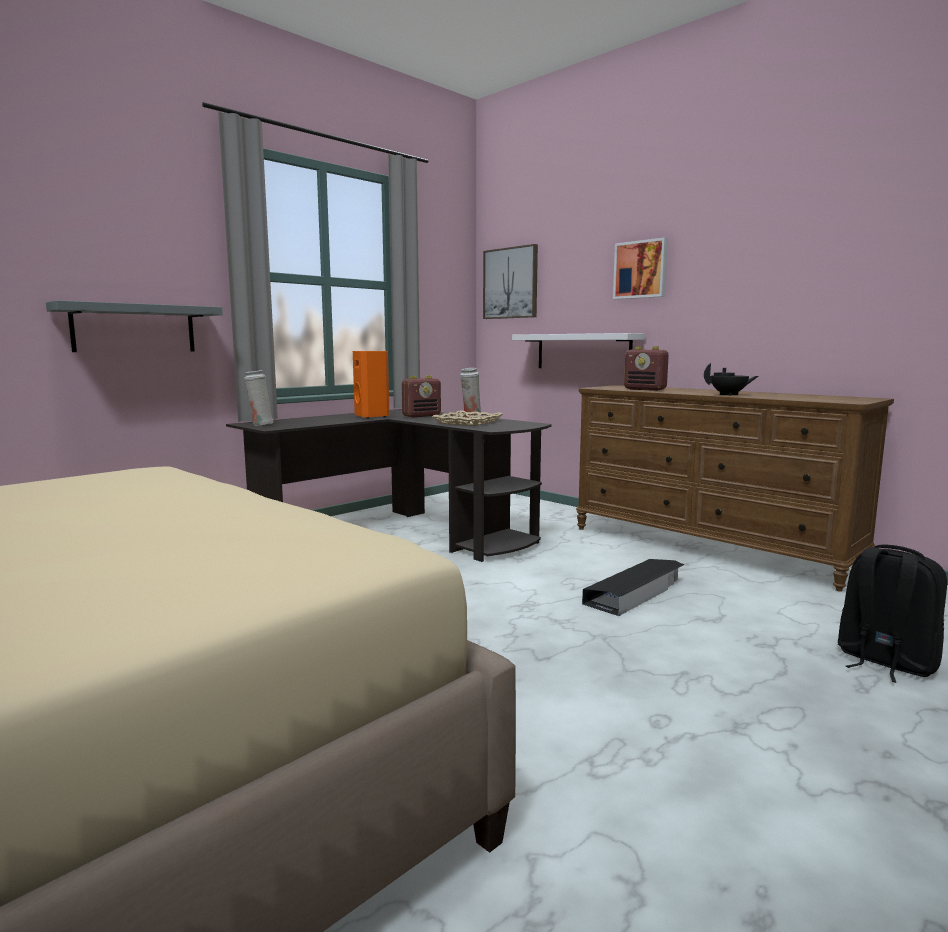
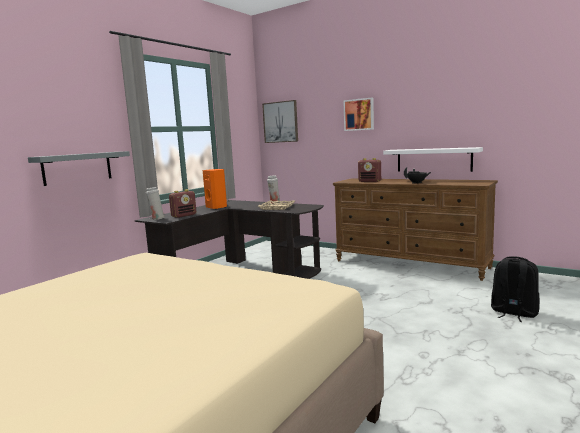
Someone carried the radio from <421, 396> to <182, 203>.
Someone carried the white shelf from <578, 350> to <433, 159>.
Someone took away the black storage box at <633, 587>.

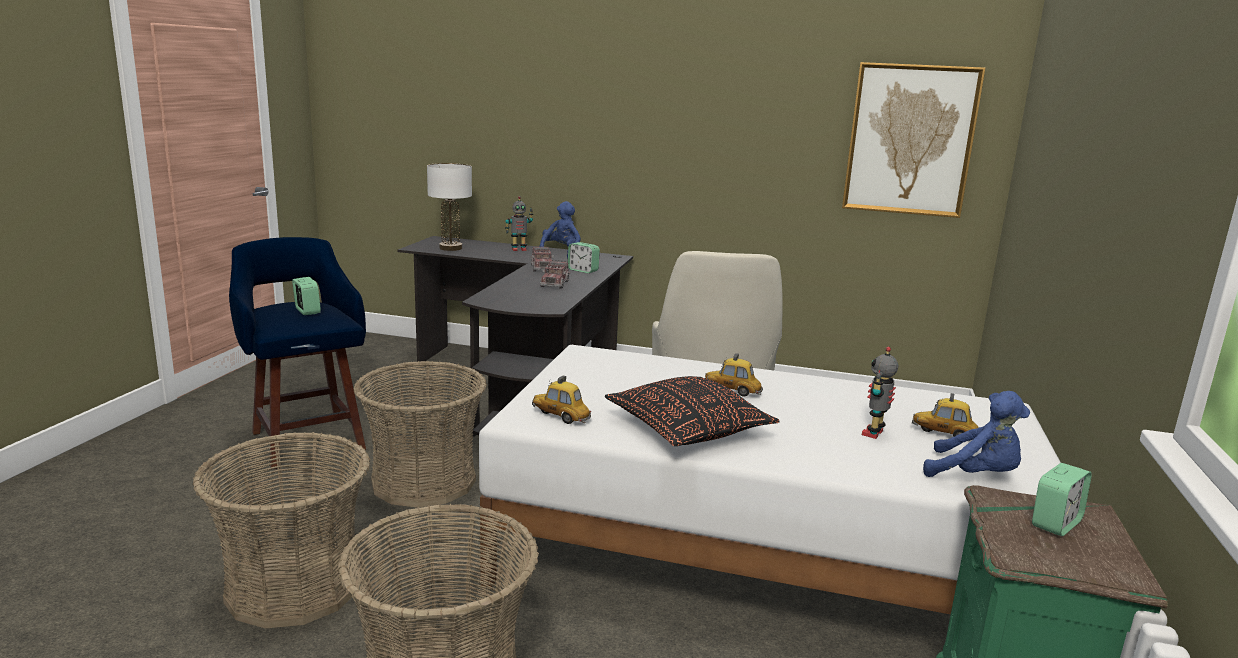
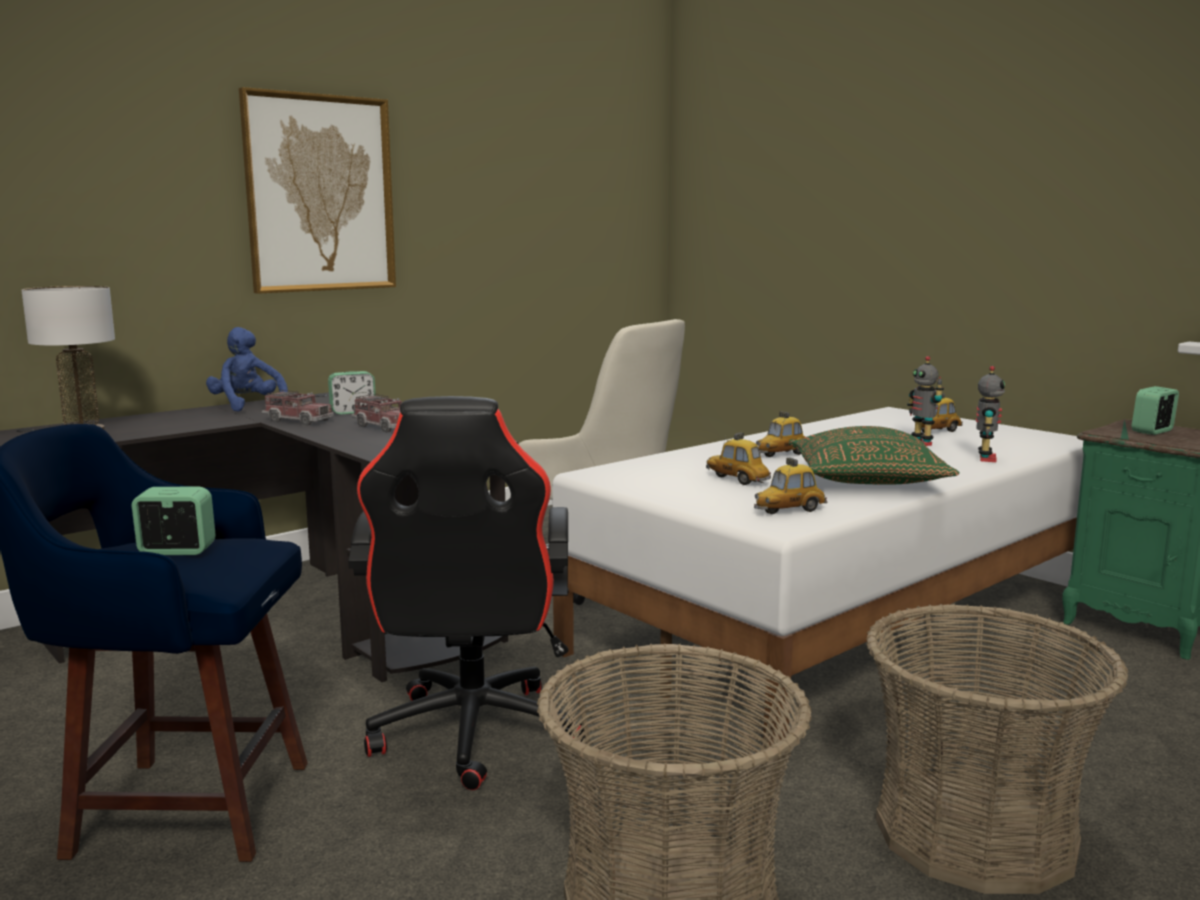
Someone swapped the basket at <420, 434> for the black office chair at <466, 593>.
Someone carried the toy robot from <519, 223> to <990, 414>.
Someone repainted the black pillow at <692, 411>, which became the green pillow at <874, 455>.
Someone carried the picture from <913, 140> to <317, 190>.
Someone took away the blue plush toy at <976, 434>.
Someone rotated the alarm clock at <1062, 499> by 120 degrees counterclockwise.
Someone put down the toy car at <738, 458>.

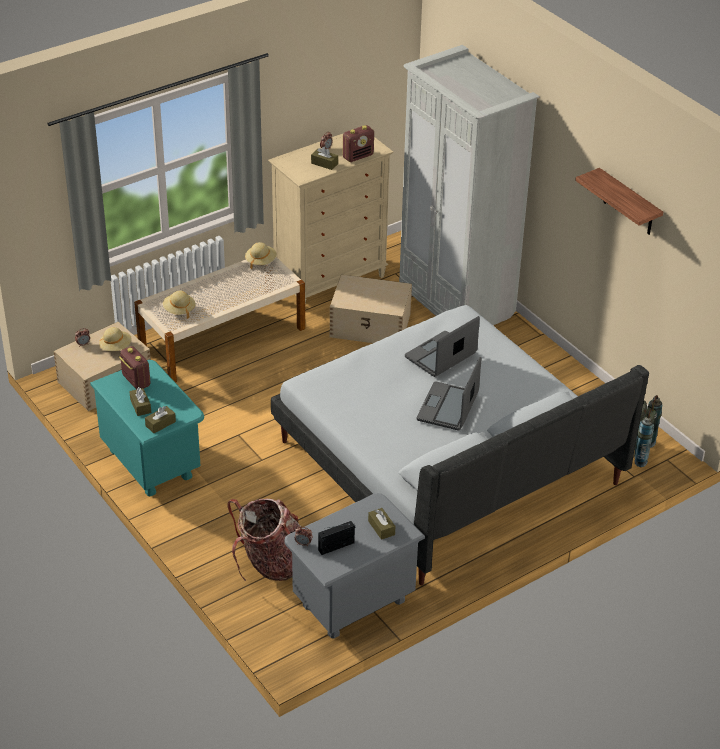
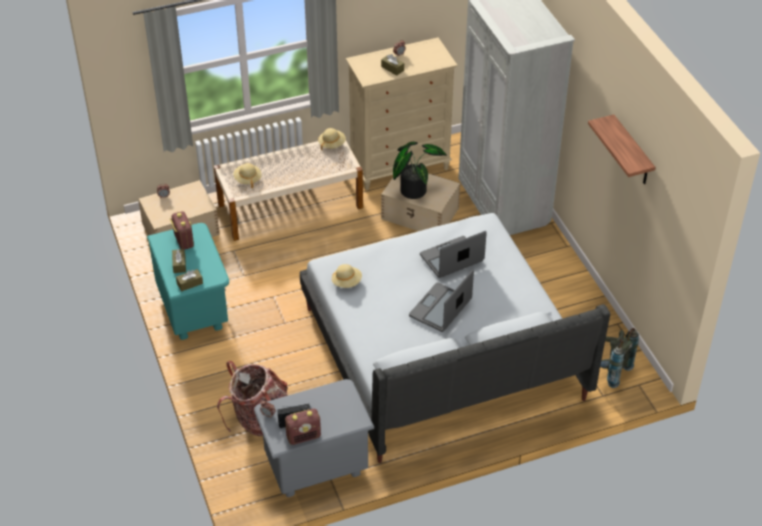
Someone carried the beige hat from <115, 339> to <347, 276>.
Someone carried the radio from <358, 143> to <303, 427>.
Someone took away the brown tissue box at <381, 524>.
Someone put down the potted plant at <420, 170>.

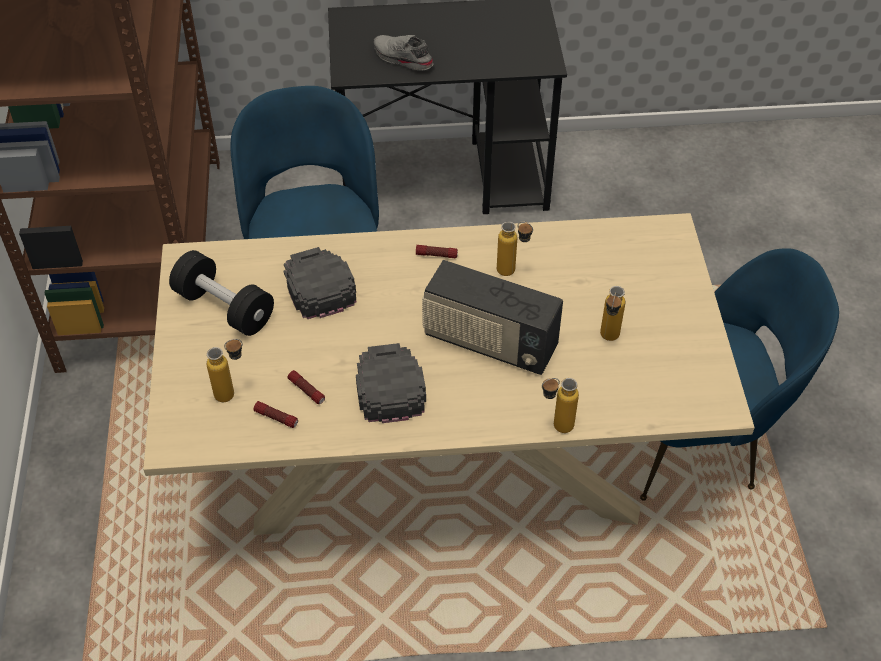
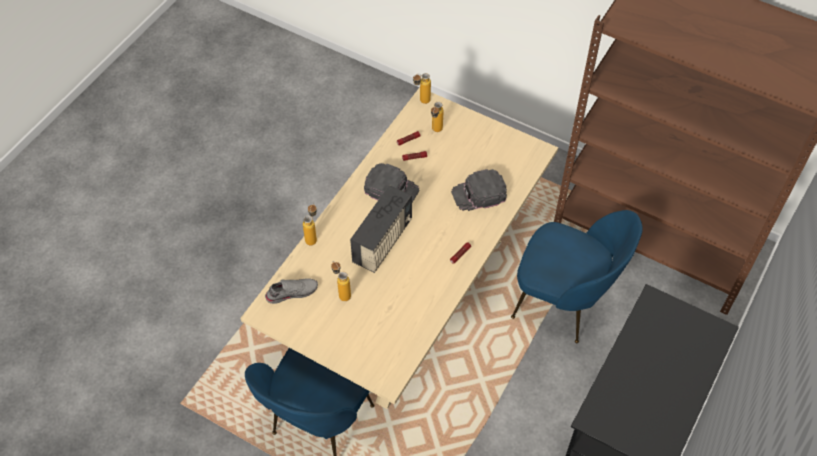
Someone took away the black dumbbell at <221, 293>.
Someone rotated the black cap at <319, 283> by 150 degrees clockwise.
Someone carried the grey shoe from <404, 53> to <291, 291>.
Someone rotated the radio at <492, 317> by 150 degrees clockwise.
Someone carried the bottle from <515, 248> to <422, 88>.

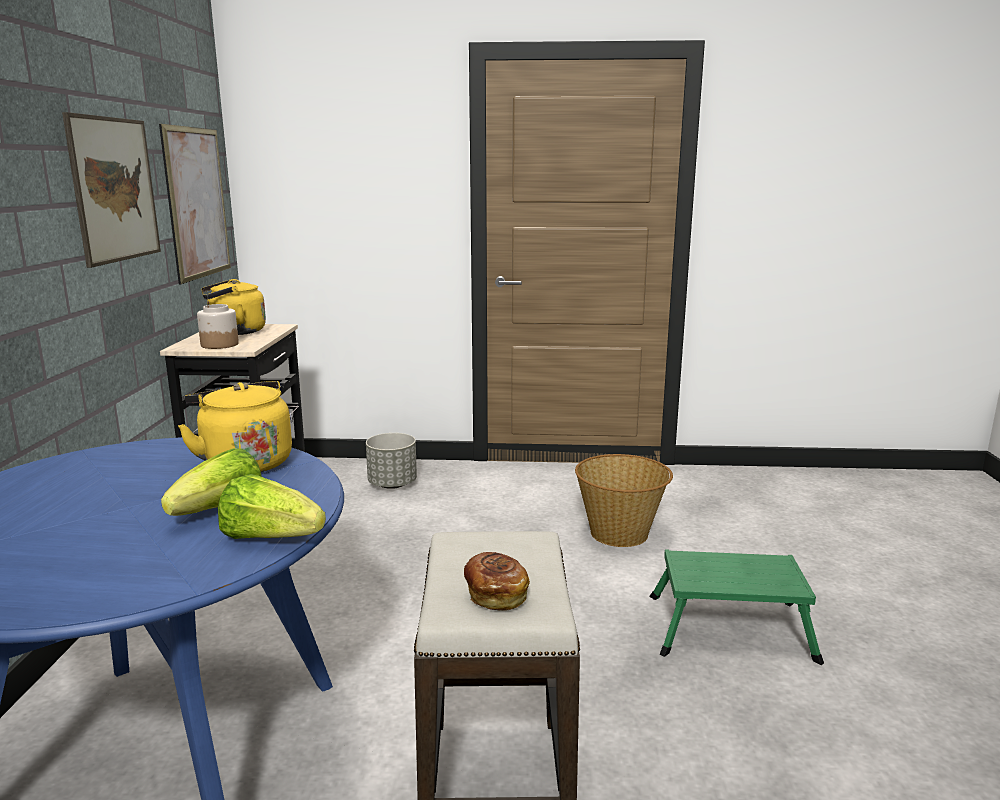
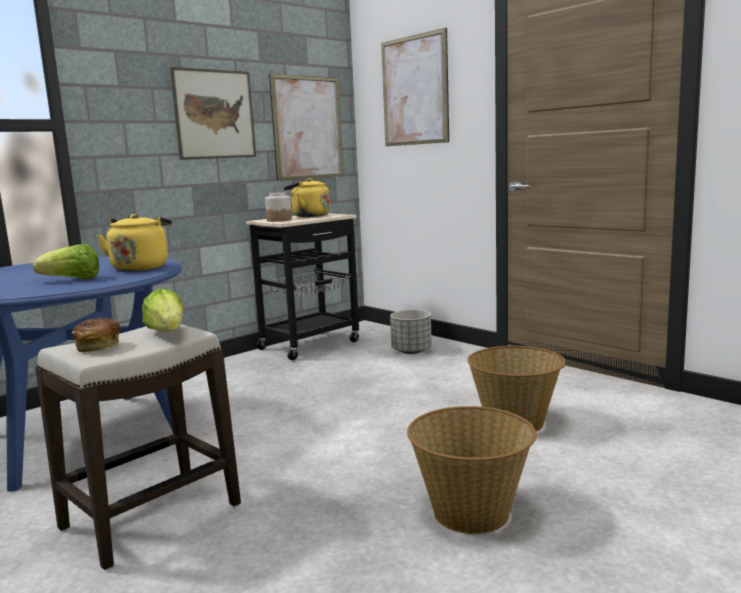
Someone carried the lettuce from <272, 506> to <163, 310>.
Someone swapped the green step ladder at <736, 607> for the basket at <472, 470>.
Someone put up the picture at <415, 87>.

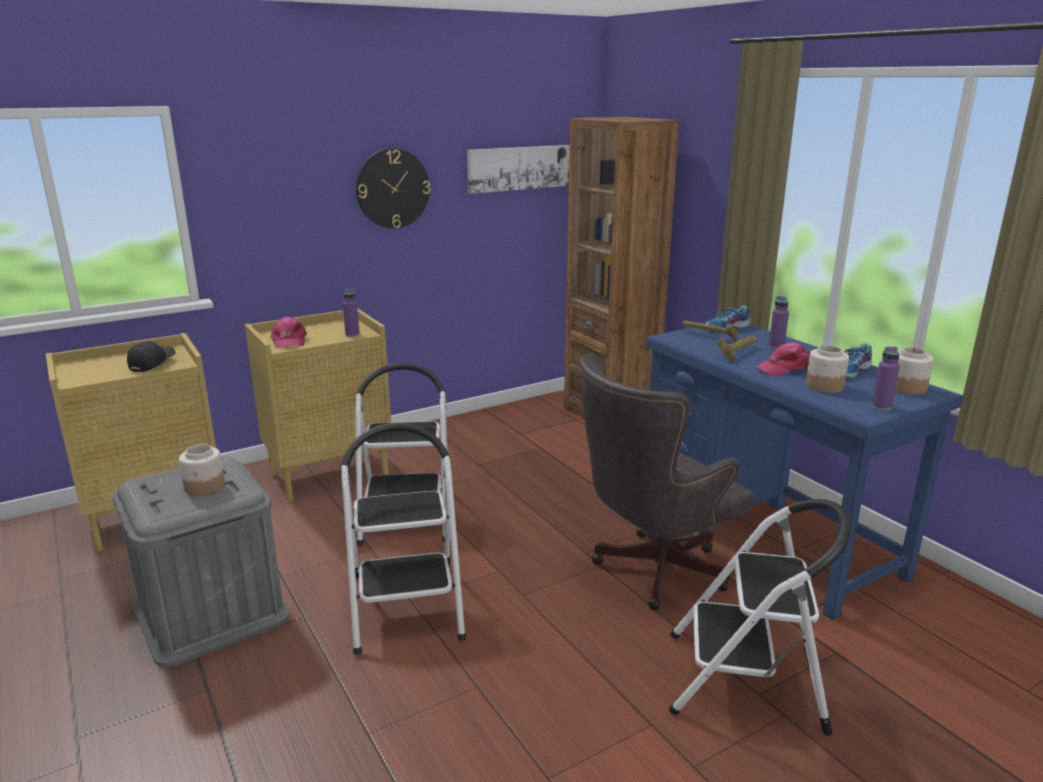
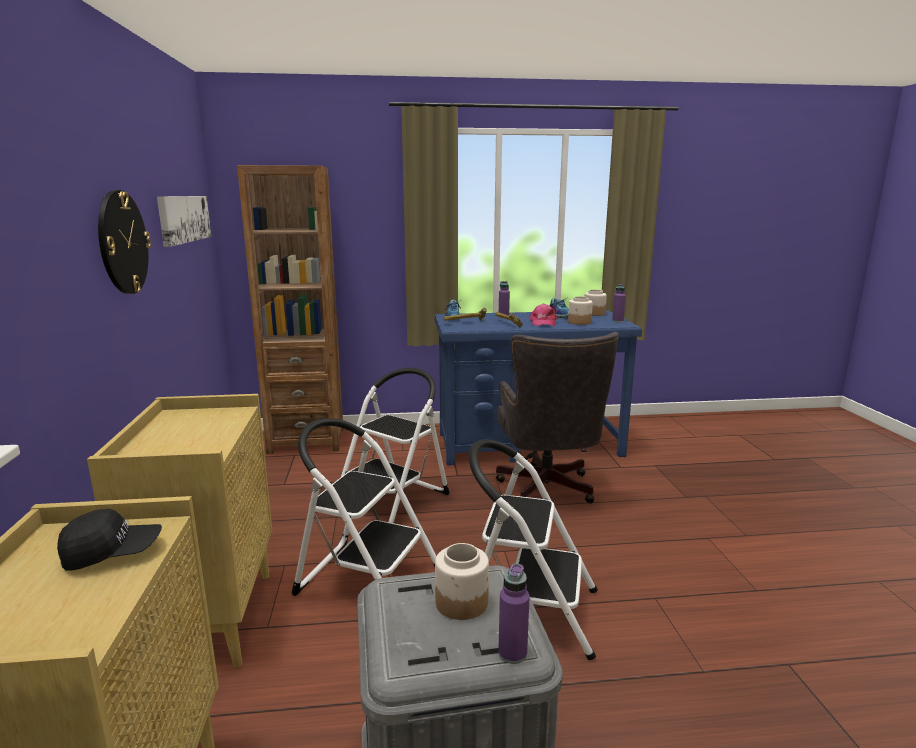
Someone rotated the black cap at <151, 356> by 120 degrees clockwise.
Someone took away the pink cap at <289, 332>.
Someone carried the purple bottle from <351, 313> to <514, 613>.
Someone carried the step ladder from <760, 617> to <395, 445>.

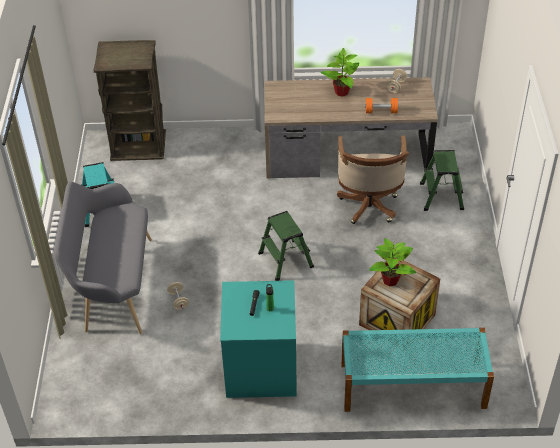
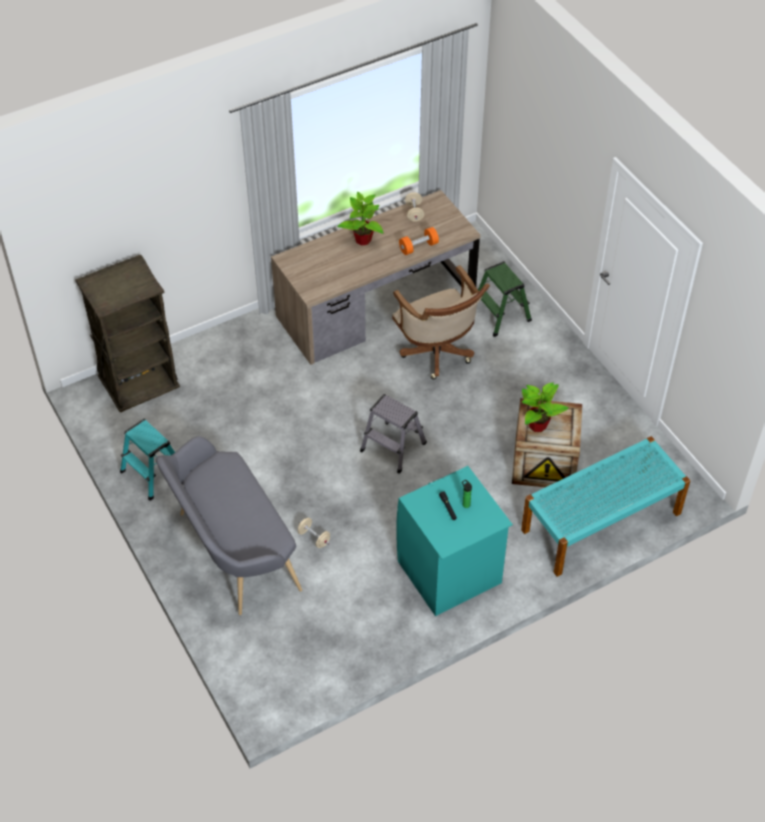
Someone repainted the green step ladder at <286, 246>, which became the grey step ladder at <393, 434>.

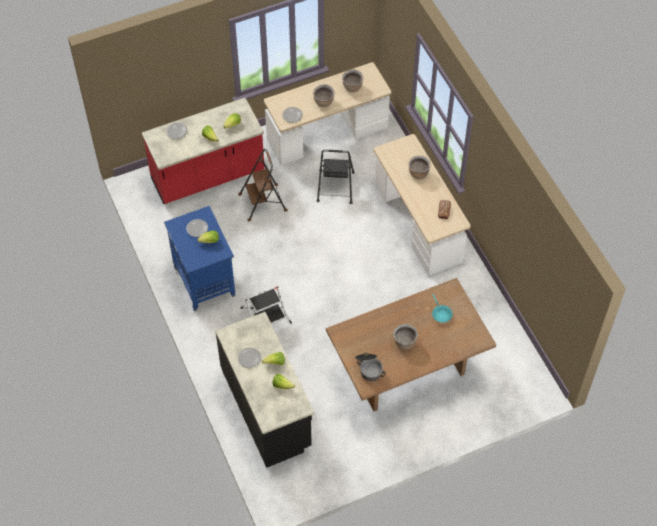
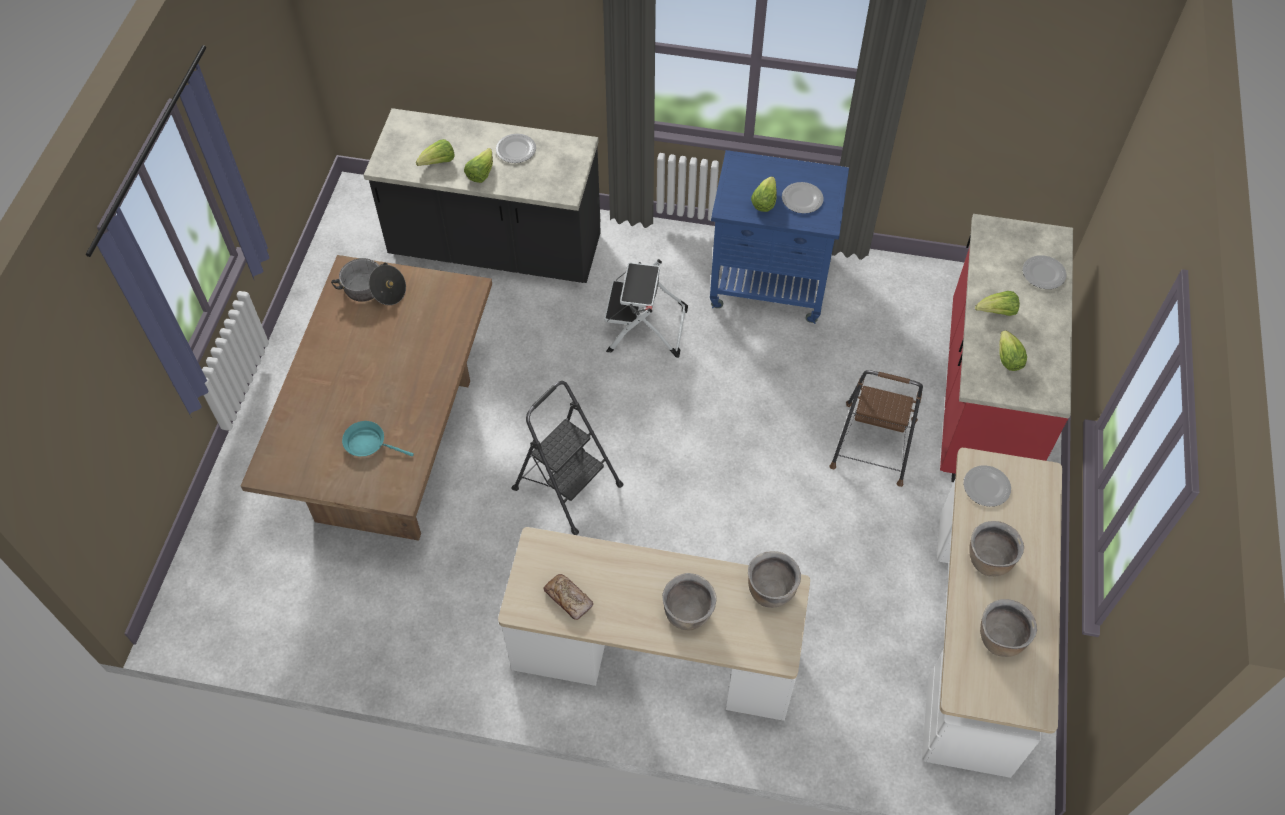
Someone carried the black step ladder from <335, 177> to <567, 458>.
Someone carried the brown cooking pot from <405, 337> to <774, 579>.

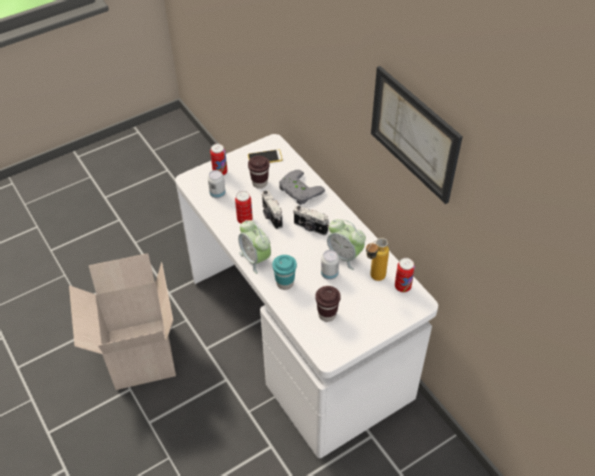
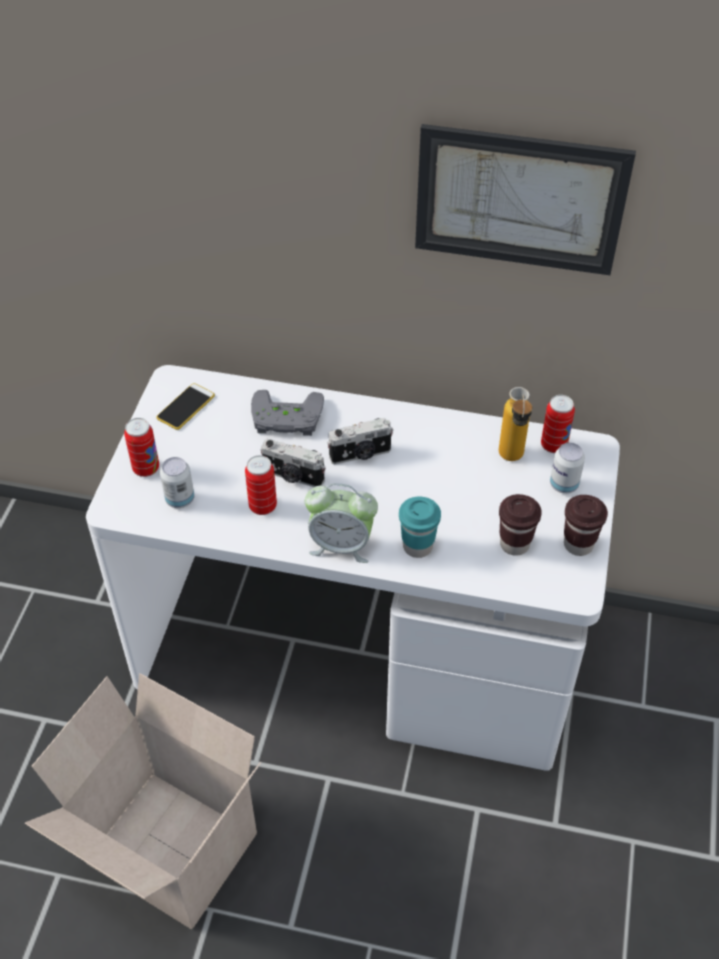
Someone carried the brown cup from <259, 172> to <586, 525>.
Someone carried the can from <330, 265> to <567, 468>.
Someone took away the alarm clock at <346, 244>.

